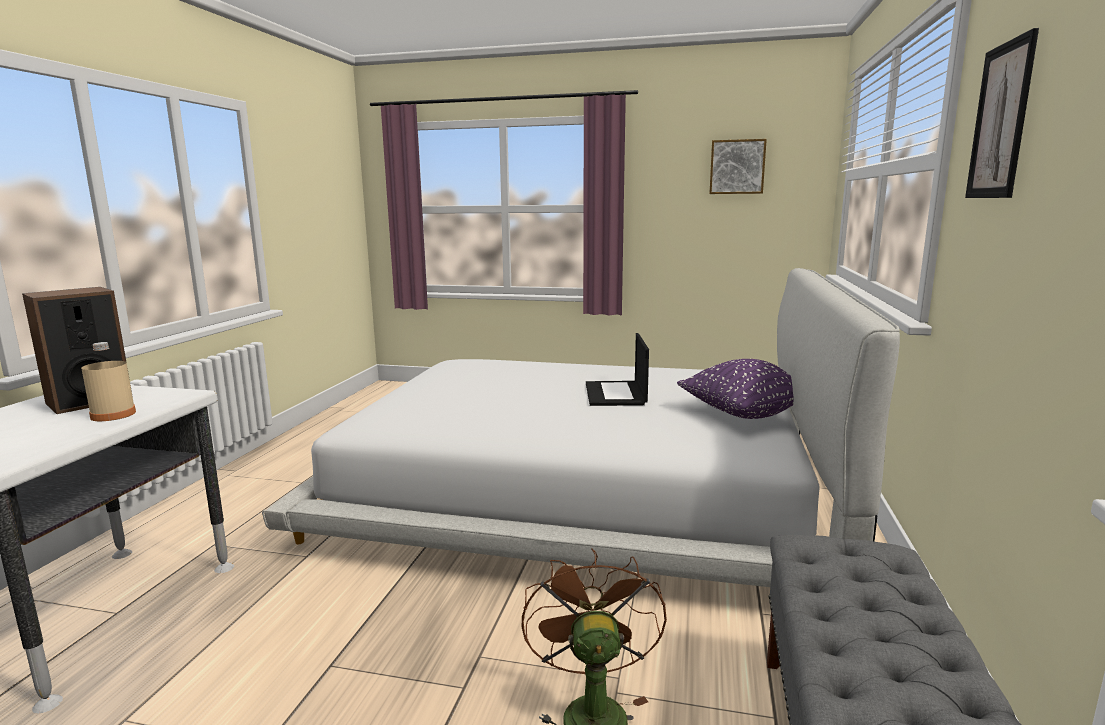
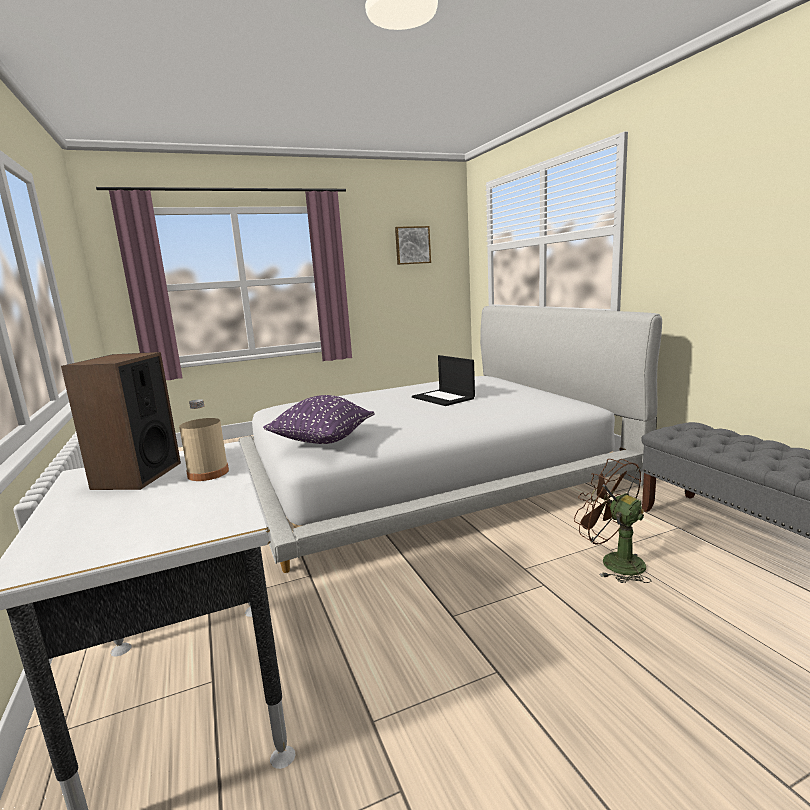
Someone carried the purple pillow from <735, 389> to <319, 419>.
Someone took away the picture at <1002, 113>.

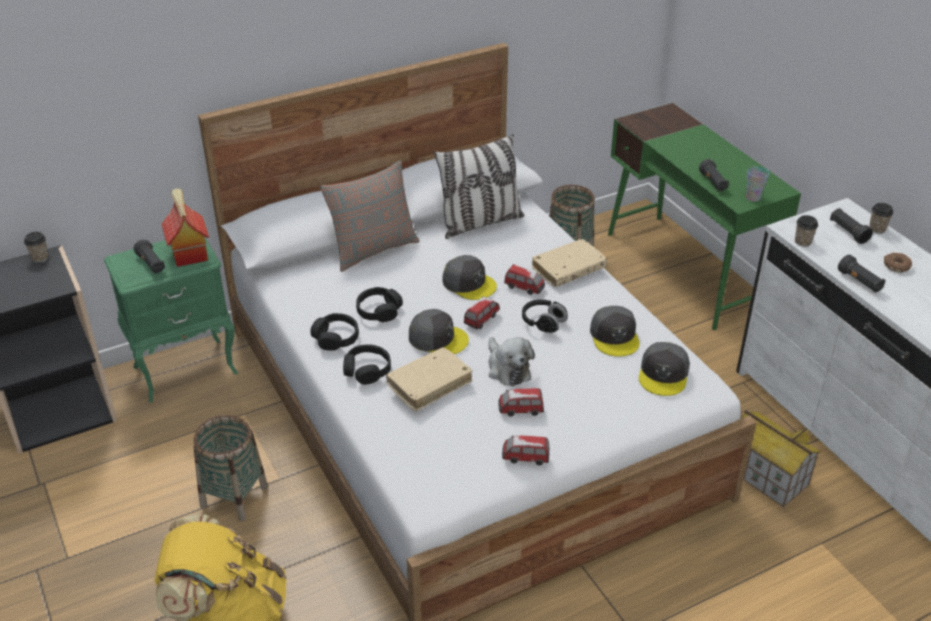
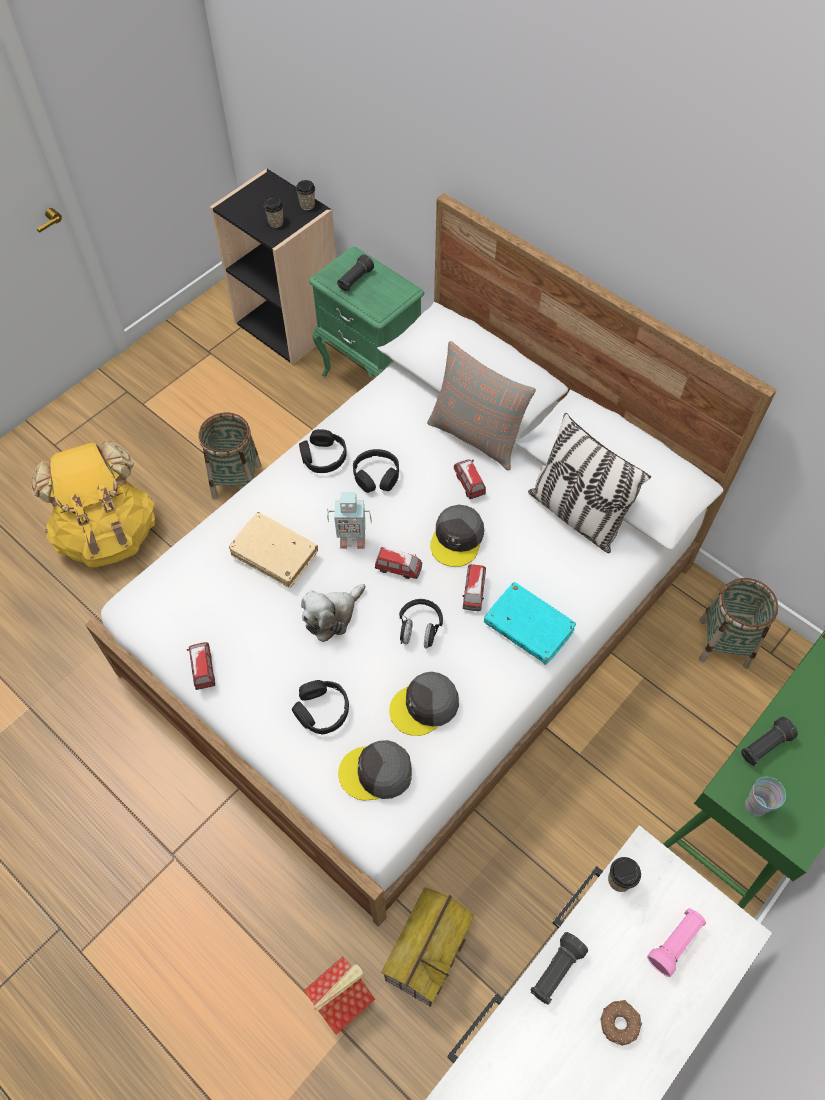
Someone carried the toy house from <185, 227> to <339, 996>.
Someone carried the black headphones from <367, 364> to <320, 707>.
Someone swapped the grey cap at <439, 331> for the toy robot at <349, 520>.
Someone carried the toy car from <521, 402> to <470, 479>.
Someone repainted the beige book at <569, 263>, which became the turquoise book at <530, 623>.
Someone repainted the black flashlight at <851, 226>, which became the pink flashlight at <676, 942>.
Someone carried the cup from <881, 218> to <273, 212>.

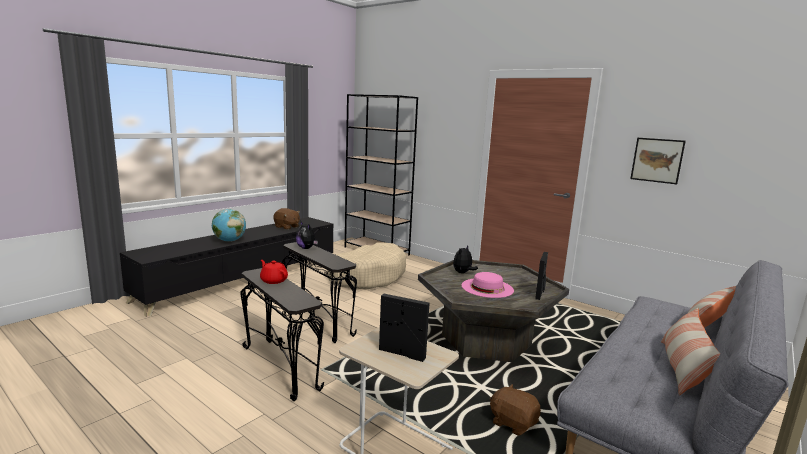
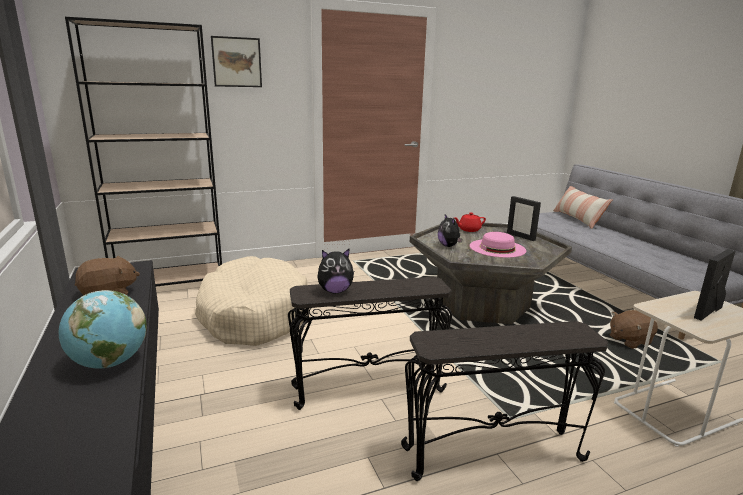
Someone carried the red teapot from <274, 272> to <470, 222>.
Someone carried the picture from <658, 161> to <236, 61>.
Someone took away the pillow at <690, 351>.

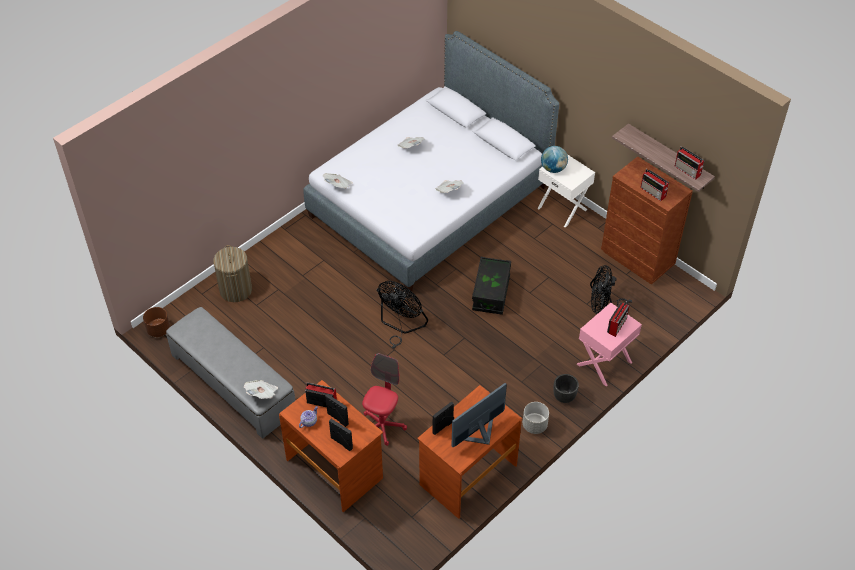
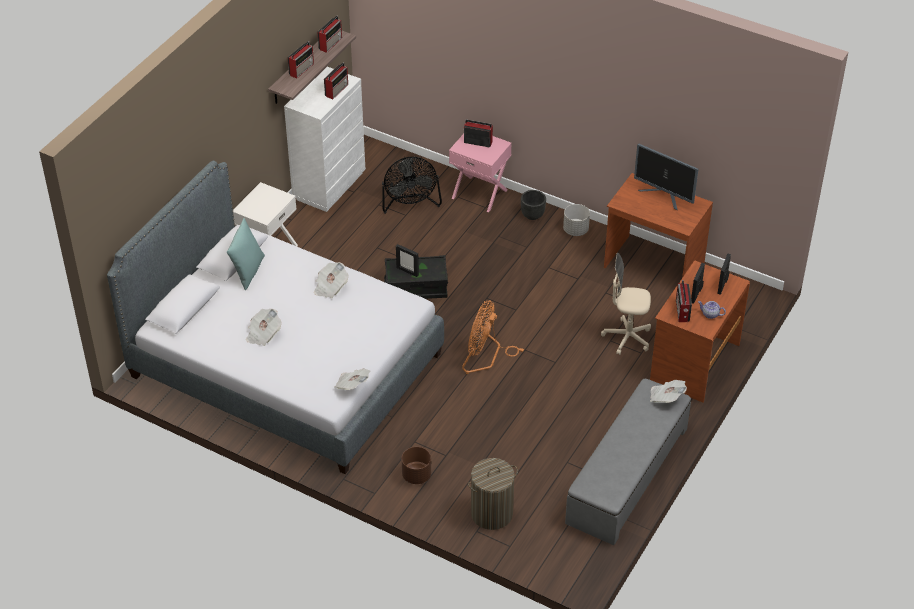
Someone carried the brown planter from <156, 322> to <416, 465>.
Someone repainted the red office chair at <384, 399>, which became the beige office chair at <626, 304>.
Someone repainted the black fan at <402, 315>, which became the orange fan at <493, 337>.
Someone carried the picture frame from <443, 418> to <407, 260>.
Someone took away the globe at <554, 159>.
Someone repainted the brown dresser at <647, 220>, which became the white dresser at <325, 139>.
Someone put down the turquoise pillow at <246, 254>.
Someone put down the radio at <301, 60>.

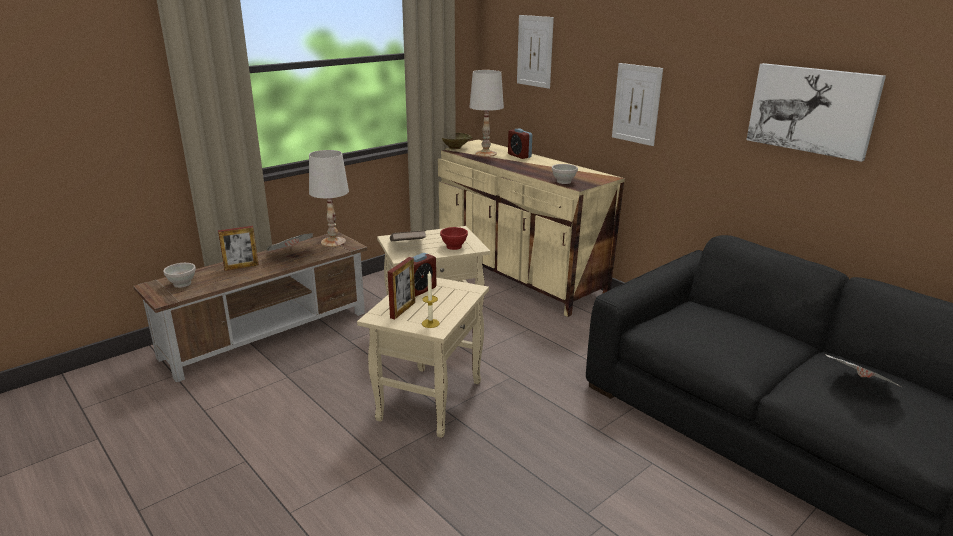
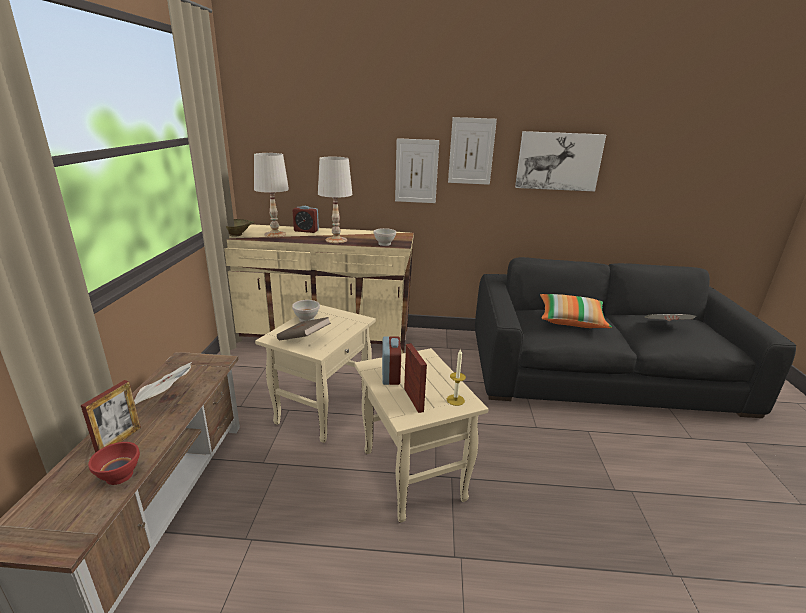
Someone carried the white bowl from <179, 275> to <306, 311>.
Someone carried the white table lamp from <329, 198> to <335, 200>.
Someone carried the red bowl from <454, 238> to <114, 463>.
Someone carried the picture from <535, 52> to <472, 151>.
Someone put down the pillow at <576, 311>.

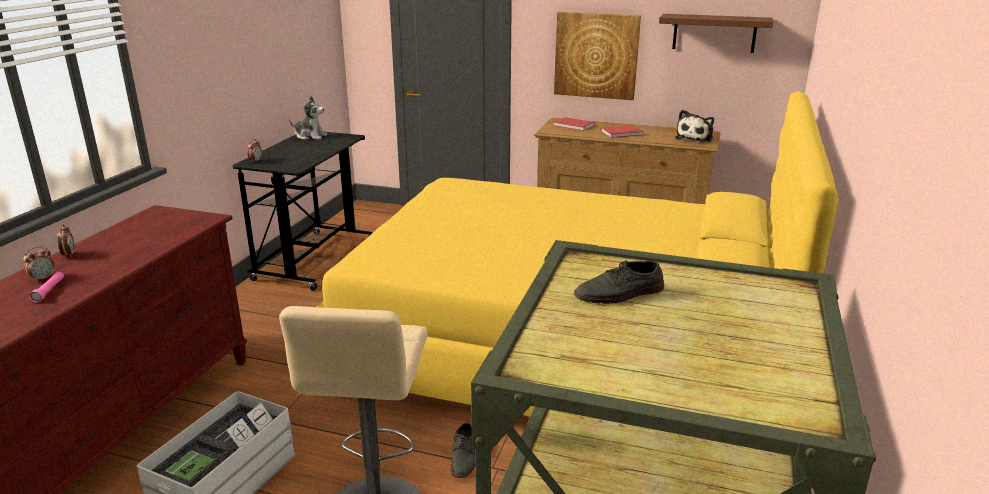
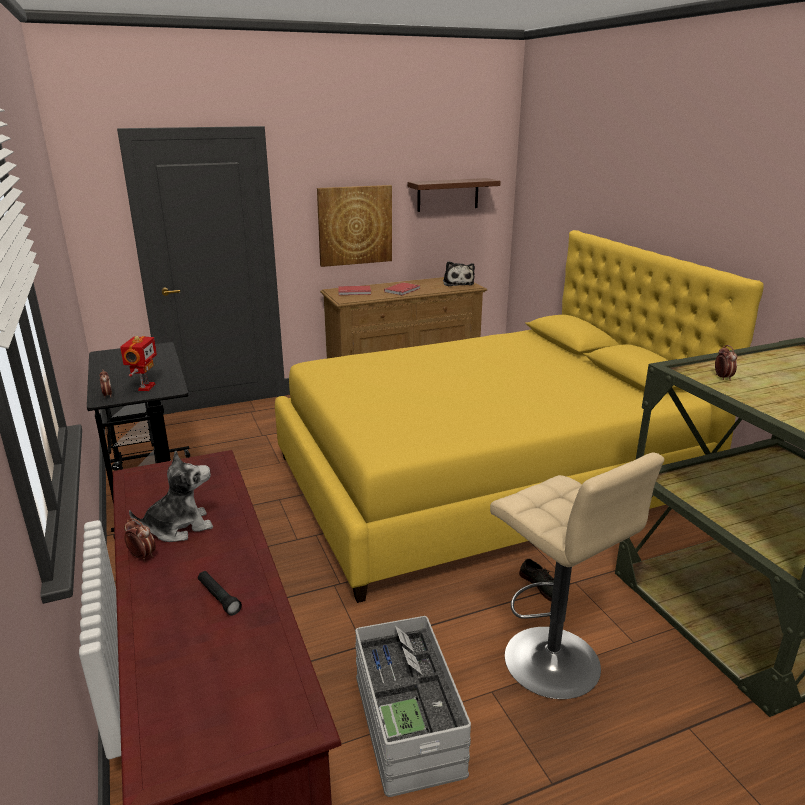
Someone carried the alarm clock from <38, 264> to <726, 363>.
Someone repainted the pink flashlight at <46, 287>, which became the black flashlight at <220, 593>.
Someone carried the plush toy from <308, 118> to <171, 496>.
Someone took away the grey shoe at <619, 282>.
Someone put down the toy robot at <138, 363>.

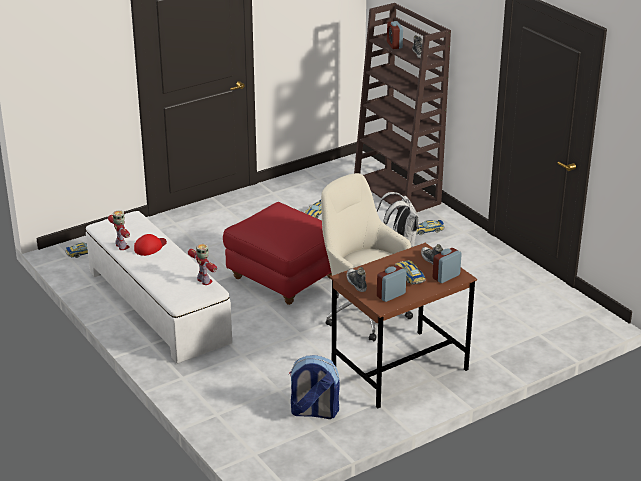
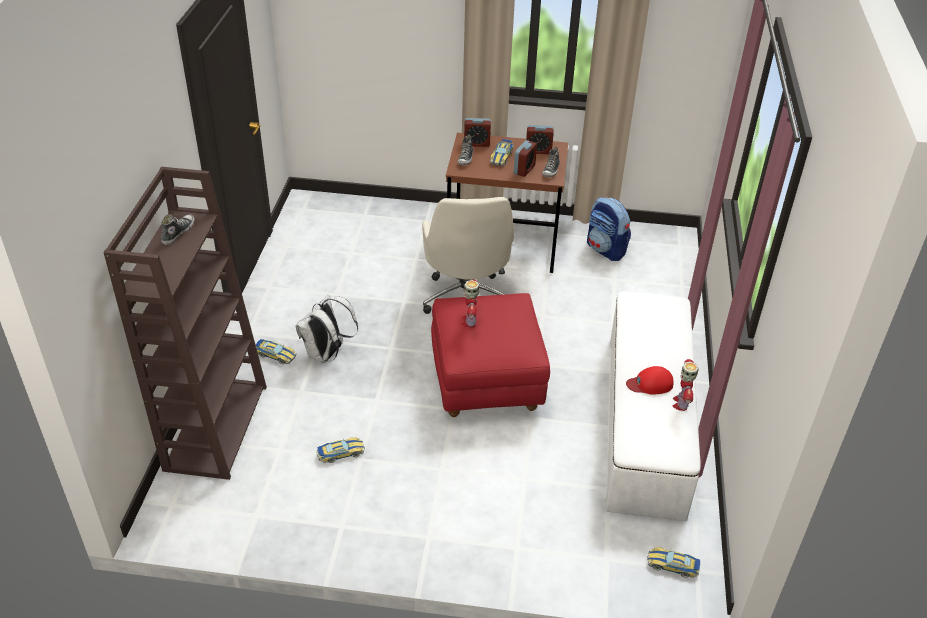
Someone carried the toy robot from <202, 264> to <471, 303>.
Someone carried the alarm clock from <395, 35> to <525, 158>.

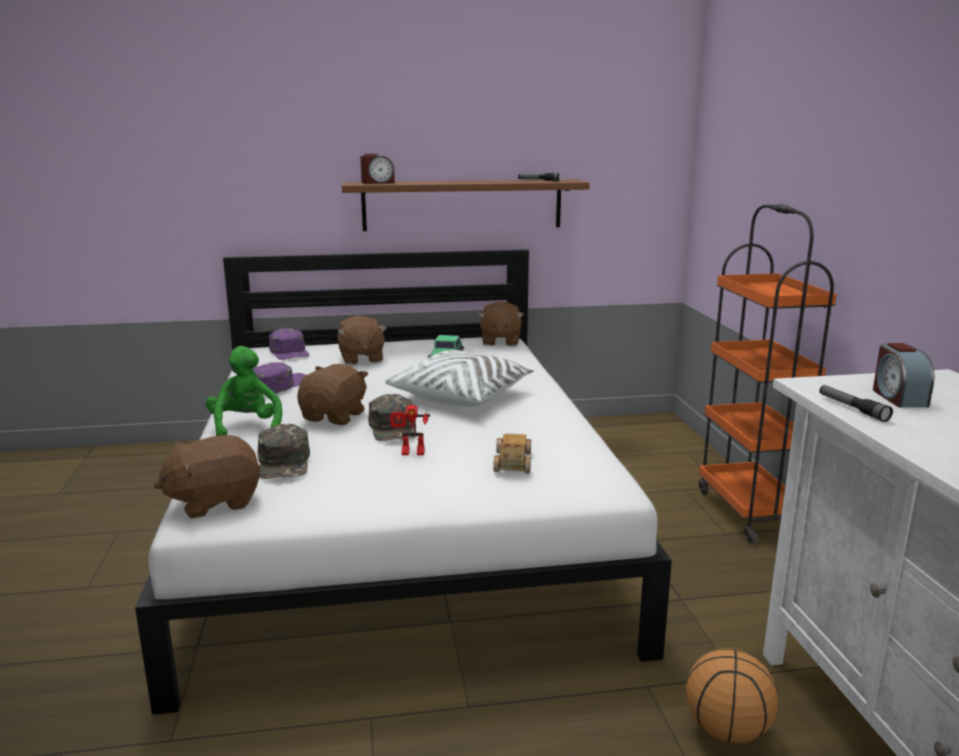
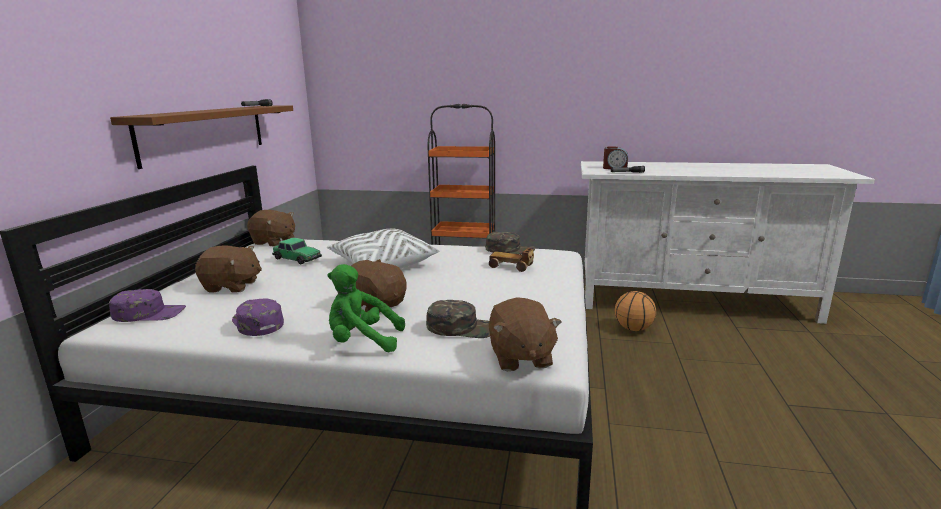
Someone took away the alarm clock at <377, 169>.
Someone carried the green cap from <391, 417> to <510, 243>.
Someone took away the toy robot at <410, 430>.

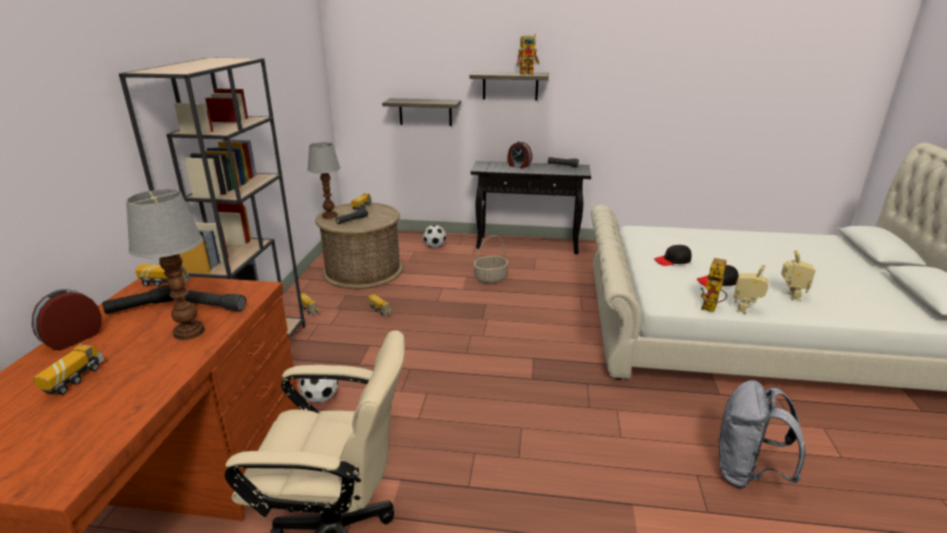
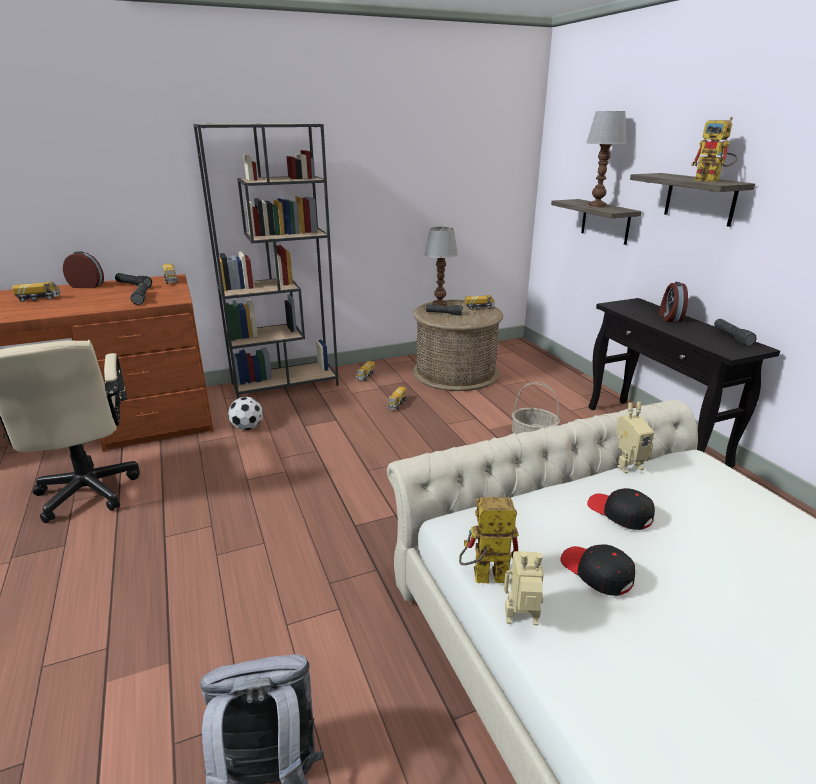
Someone carried the table lamp from <165, 264> to <606, 159>.
Someone took away the football at <434, 236>.
Someone carried the toy robot from <798, 275> to <635, 437>.

